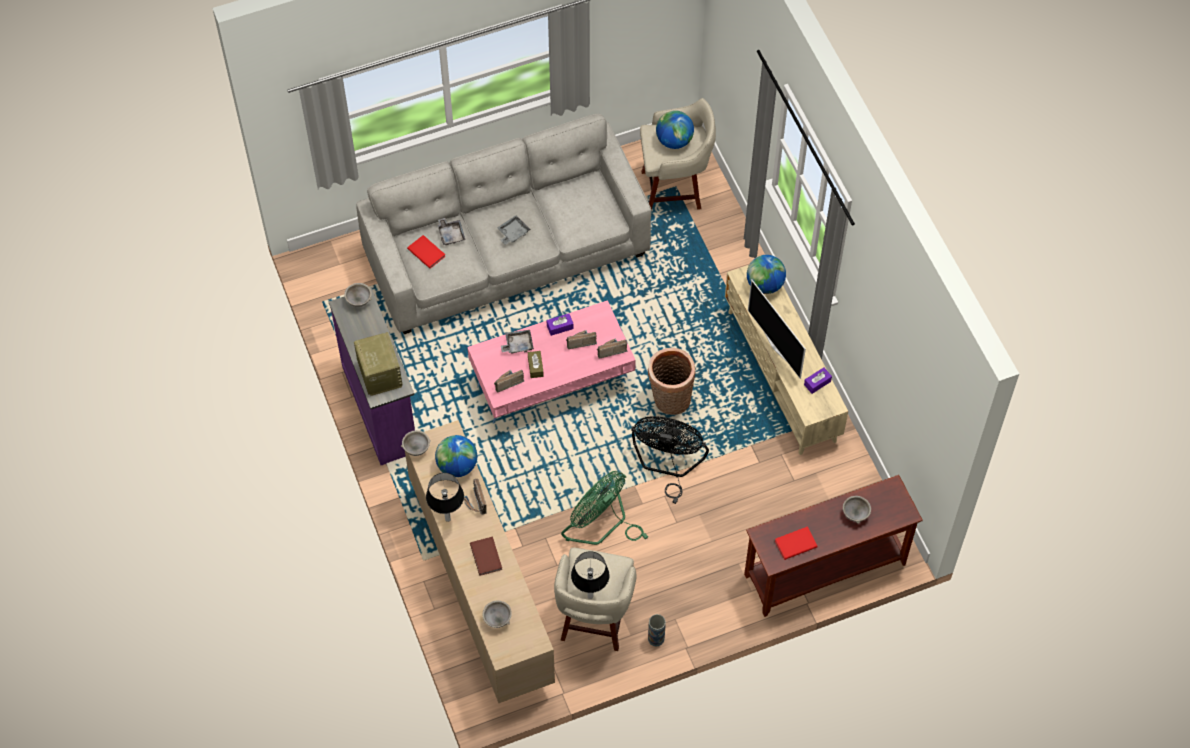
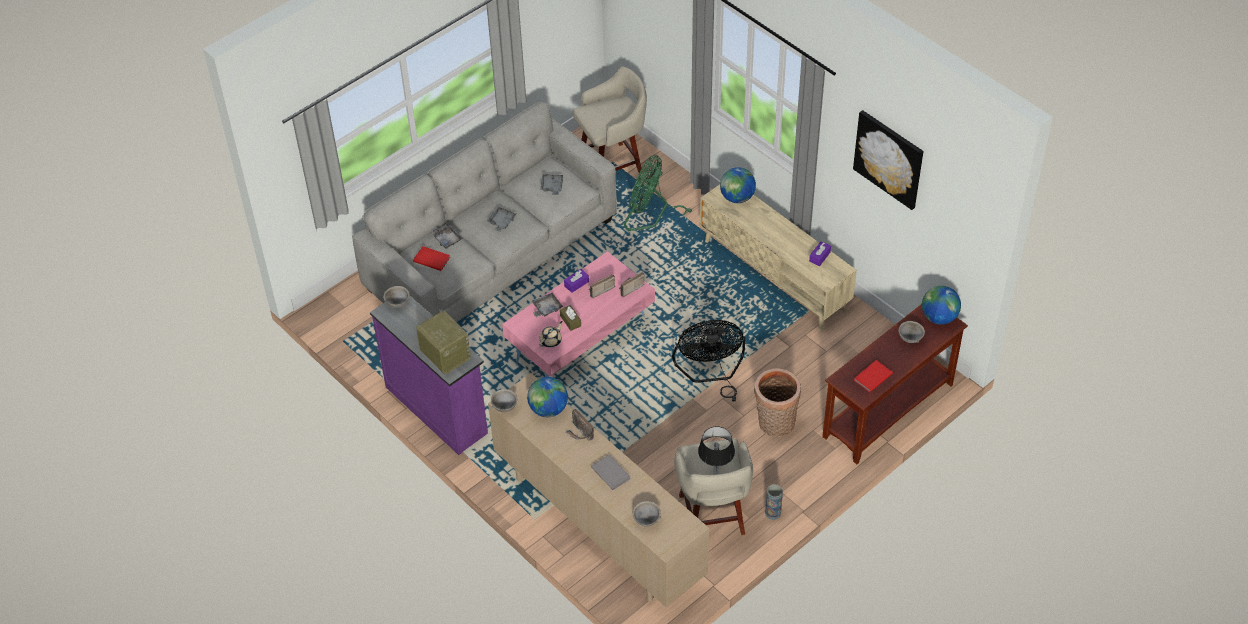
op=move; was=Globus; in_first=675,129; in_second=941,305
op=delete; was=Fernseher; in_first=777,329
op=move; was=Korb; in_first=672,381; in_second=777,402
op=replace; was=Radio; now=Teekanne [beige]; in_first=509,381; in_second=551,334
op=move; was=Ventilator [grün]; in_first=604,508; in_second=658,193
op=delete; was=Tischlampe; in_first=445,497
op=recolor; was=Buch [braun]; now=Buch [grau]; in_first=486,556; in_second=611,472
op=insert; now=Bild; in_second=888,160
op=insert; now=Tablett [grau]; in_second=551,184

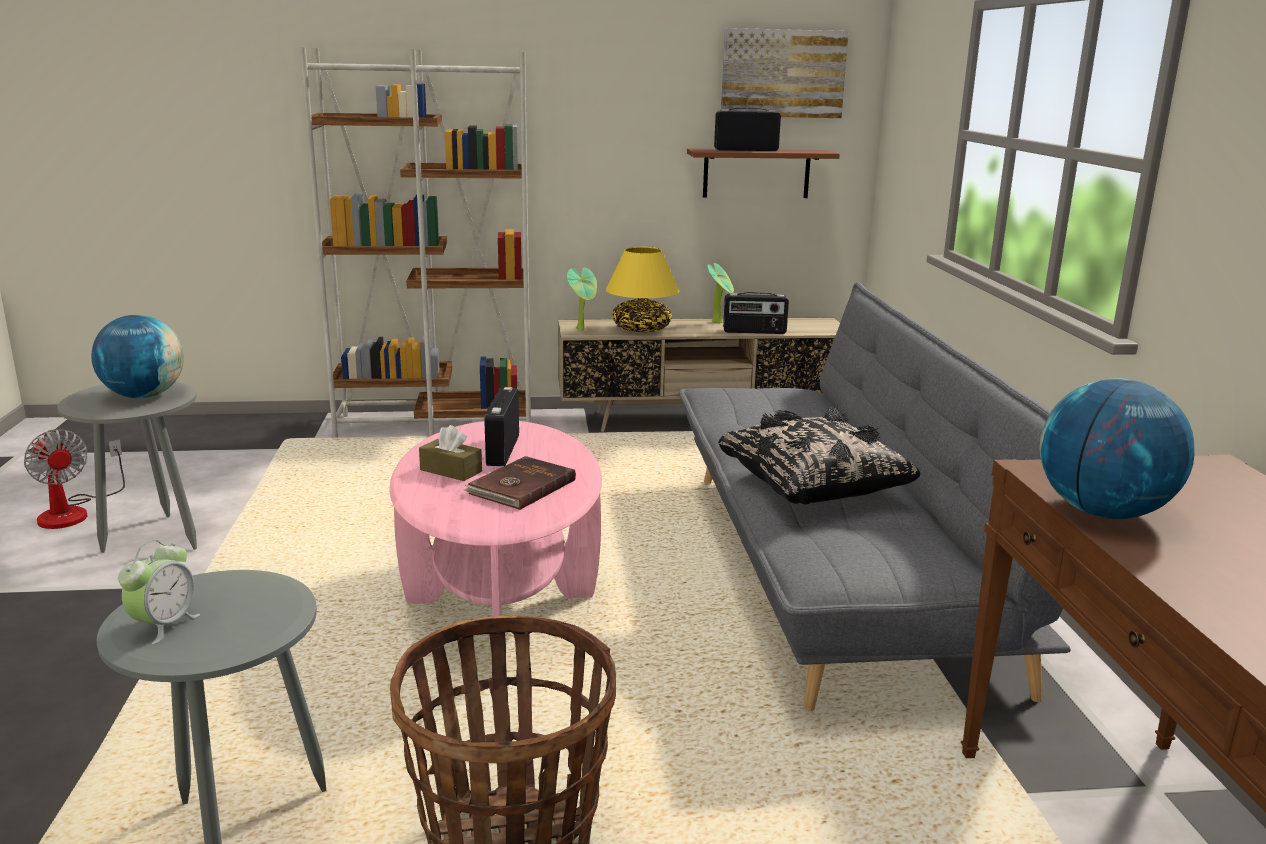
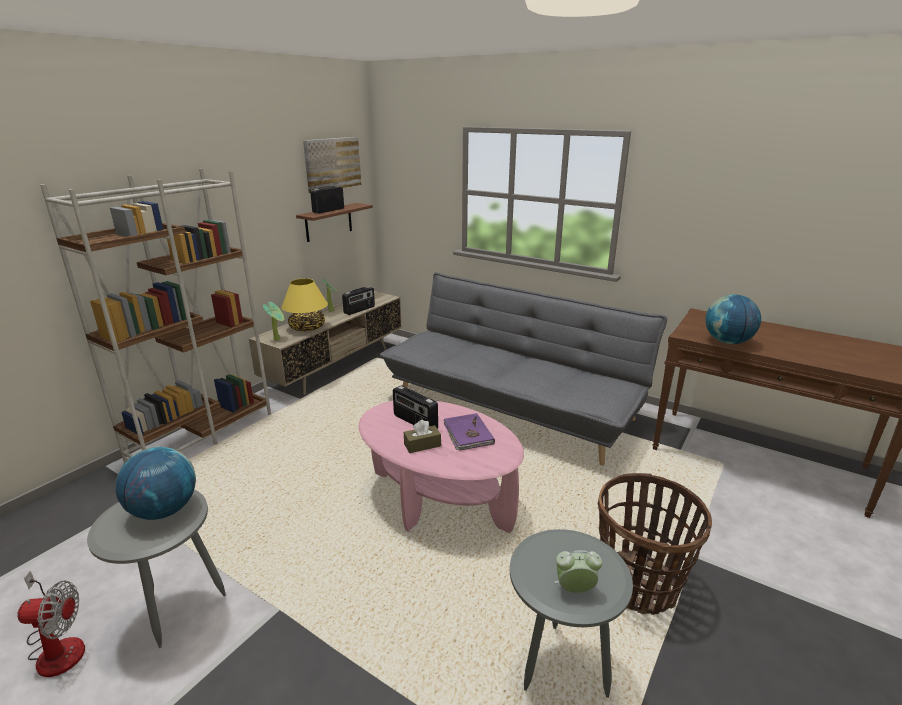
op=delete; was=Kissen [schwarz]; in_first=819,455
op=recolor; was=Buch [braun]; now=Buch [lila]; in_first=519,483; in_second=469,432
op=rotate; was=Wecker; in_first=159,592; in_second=578,571; clockwise=-60

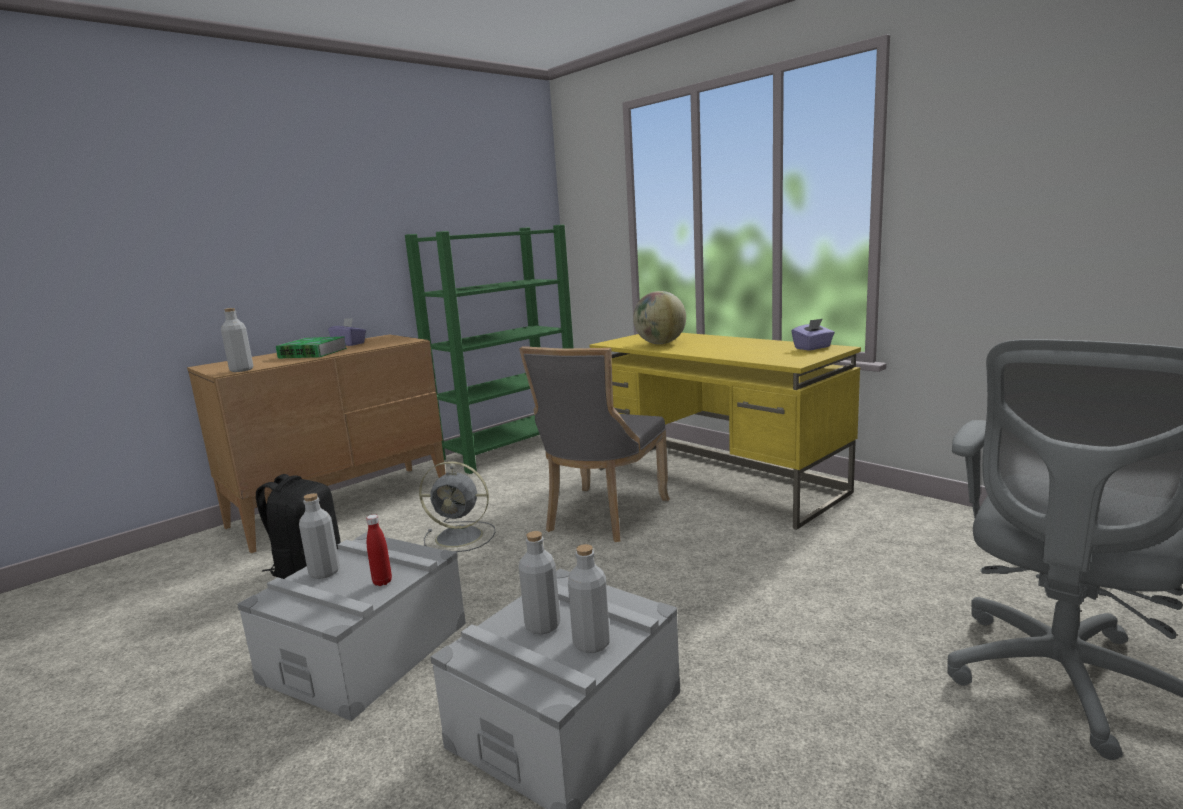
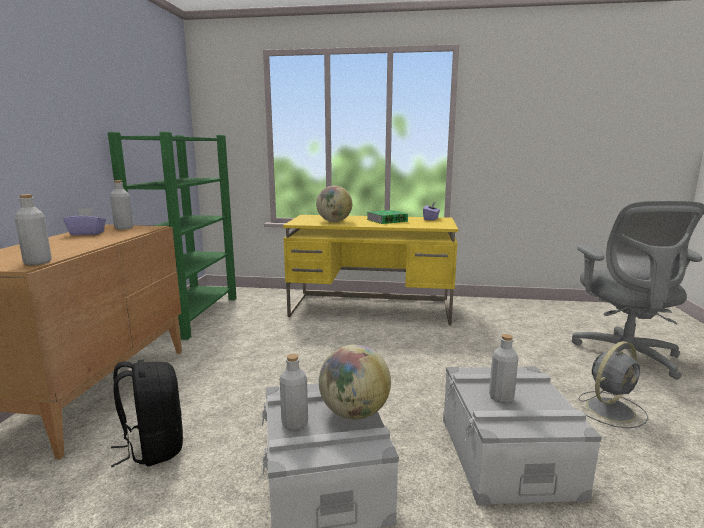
op=move; was=Buch; in_first=311,347; in_second=387,217
op=delete; was=Stuhl [grau]; in_first=594,444
op=move; was=Ventilator [grau]; in_first=457,506; in_second=614,384
op=replace; was=Flasche [rot]; now=Globus; in_first=379,550; in_second=355,382
op=move; was=Flasche [grau]; in_first=589,598; in_second=121,205

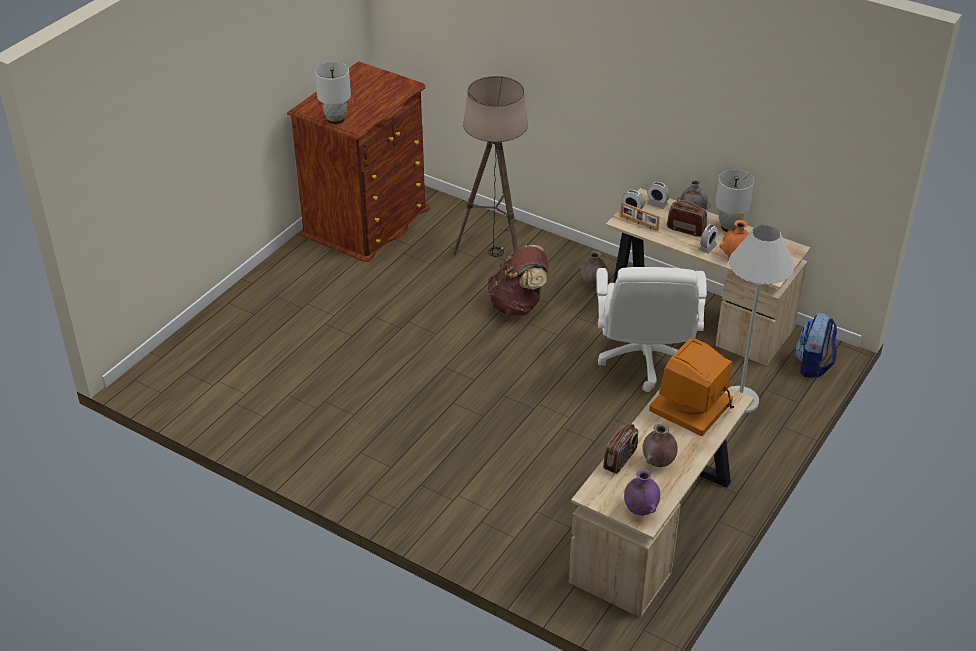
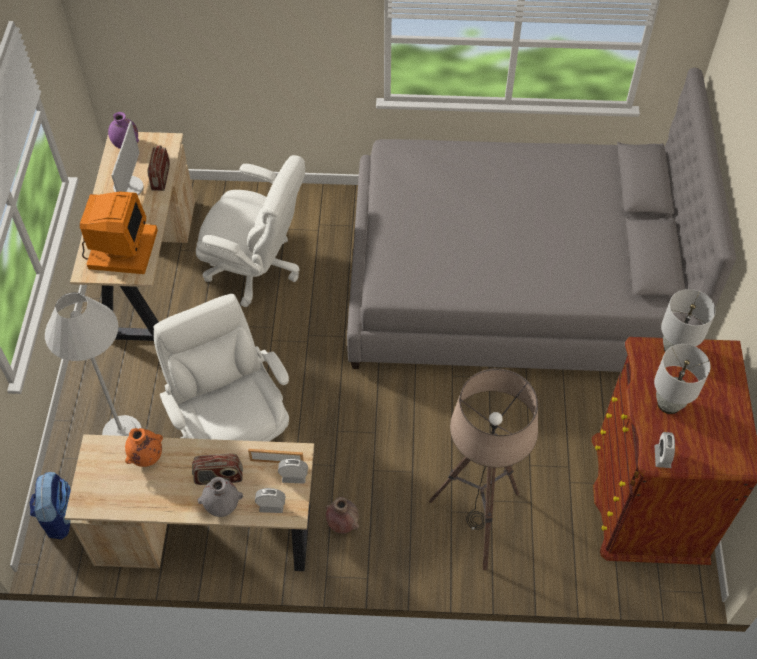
op=move; was=Tischlampe [weiß]; in_first=735,201; in_second=682,379
op=move; was=Wecker; in_first=708,239; in_second=665,450
op=delete; was=Rucksack [braun]; in_first=518,280
op=replace; was=Vase [braun]; now=Monitor; in_first=660,445; in_second=127,158
op=insert; now=Bett [grau]; in_second=541,219
op=insert; now=Bürostuhl [weiß]; in_second=250,231

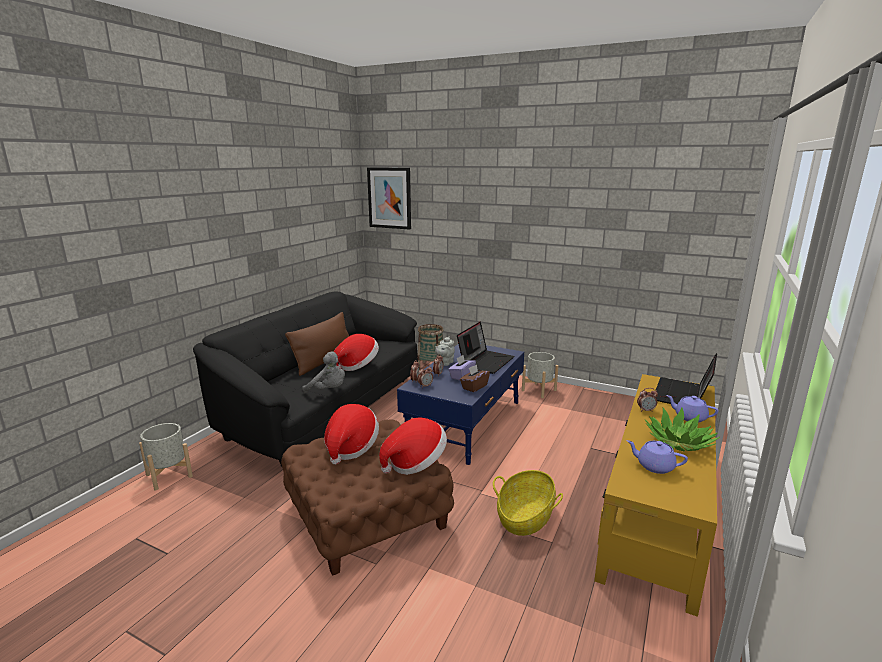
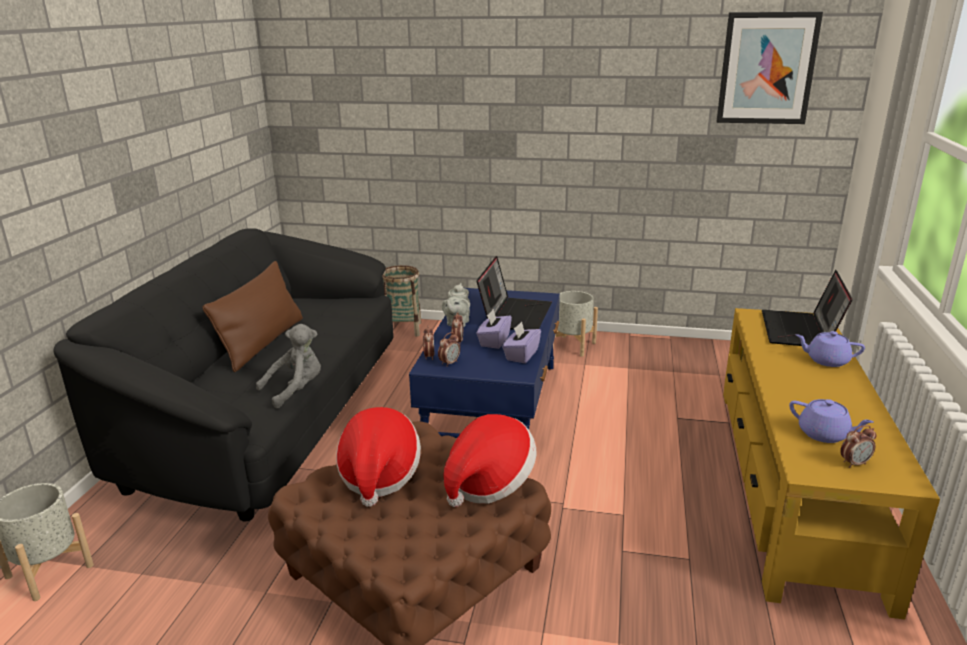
op=move; was=Bild; in_first=389,198; in_second=770,68
op=delete; was=Hut; in_first=356,352
op=rotate; was=Plüschtier [grau]; in_first=323,372; in_second=288,366; clockwise=-45
op=recolor; was=Taschentuchbox [braun]; now=Taschentuchbox [lila]; in_first=475,378; in_second=521,342
op=move; was=Wecker; in_first=647,400; in_second=858,446
op=delete; was=Topfpflanze; in_first=682,429
op=rotate; was=Teekanne [lila]; in_first=657,457; in_second=831,421; clockwise=-150
op=delete; was=Korb; in_first=528,503

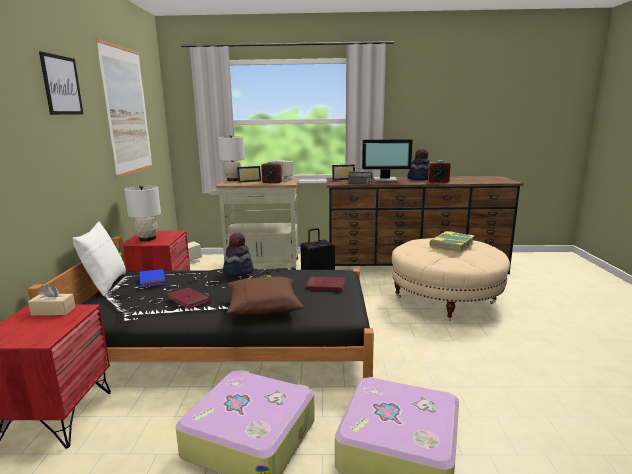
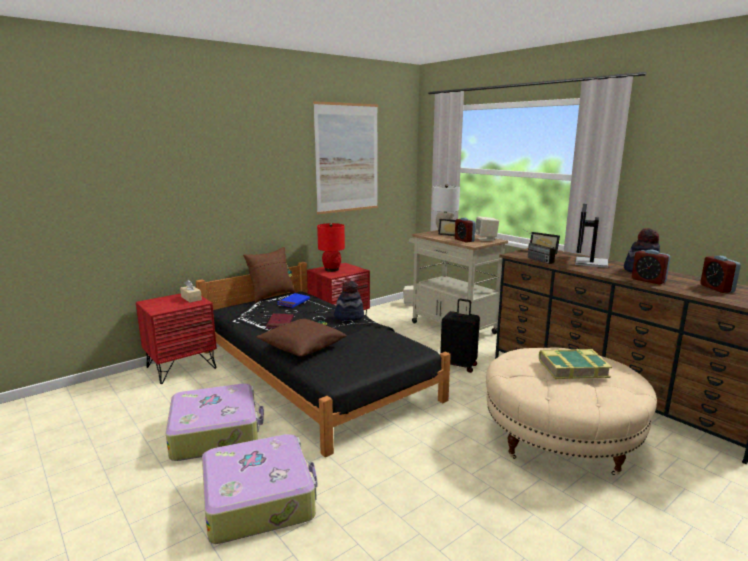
op=delete; was=Bild; in_first=61,83
op=rotate; was=Monitor; in_first=387,160; in_second=591,236; clockwise=60
op=recolor; was=Tischlampe [weiß]; now=Tischlampe [rot]; in_first=142,213; in_second=331,247
op=recolor; was=Kissen [weiß]; now=Kissen [braun]; in_first=99,259; in_second=269,275
op=delete; was=Buch [rot]; in_first=325,284
op=insert; now=Wecker; in_second=720,274

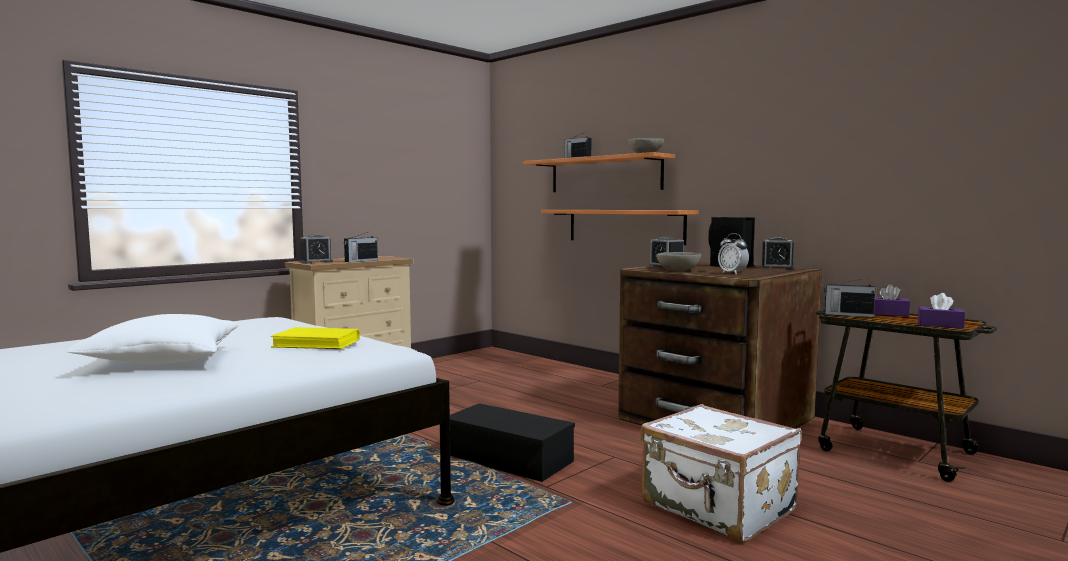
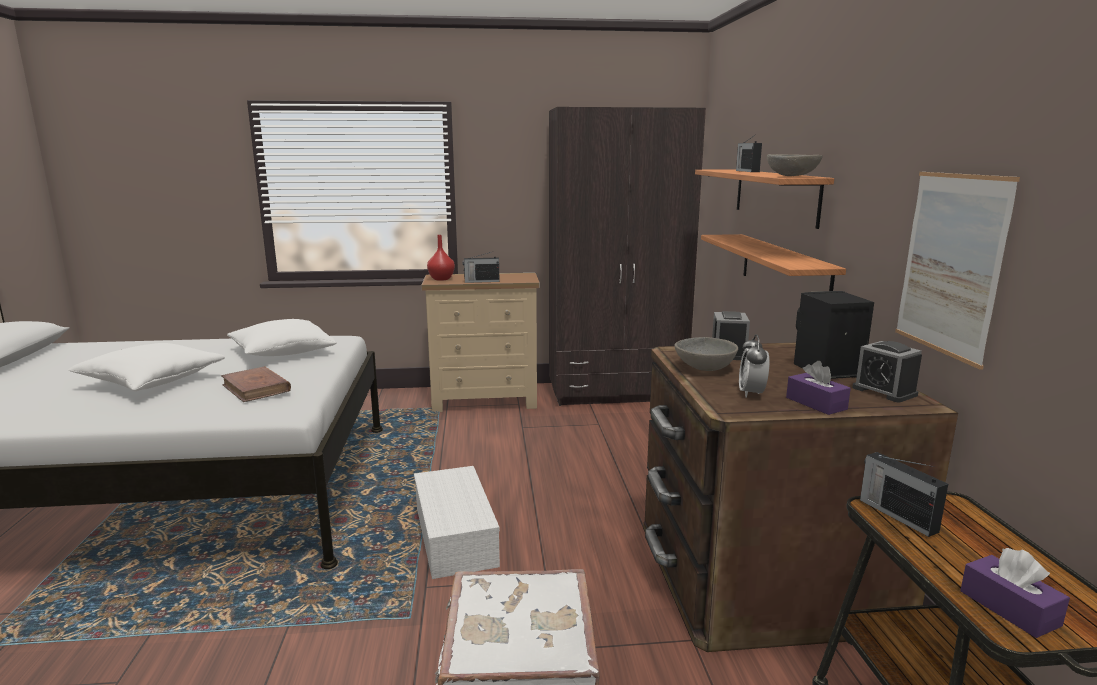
op=replace; was=Wecker; now=Vase [rot]; in_first=316,249; in_second=441,258
op=move; was=Taschentuchbox [lila]; in_first=892,300; in_second=818,388
op=recolor; was=Buch [gelb]; now=Buch [braun]; in_first=315,338; in_second=256,384
op=recolor; was=Aufbewahrungsbox [schwarz]; now=Aufbewahrungsbox [weiß]; in_first=512,442; in_second=457,522
op=insert; now=Kleiderschrank [braun]; in_second=627,256
op=insert; now=Bild; in_second=957,271
op=insert; now=Kissen [weiß]; in_second=282,337

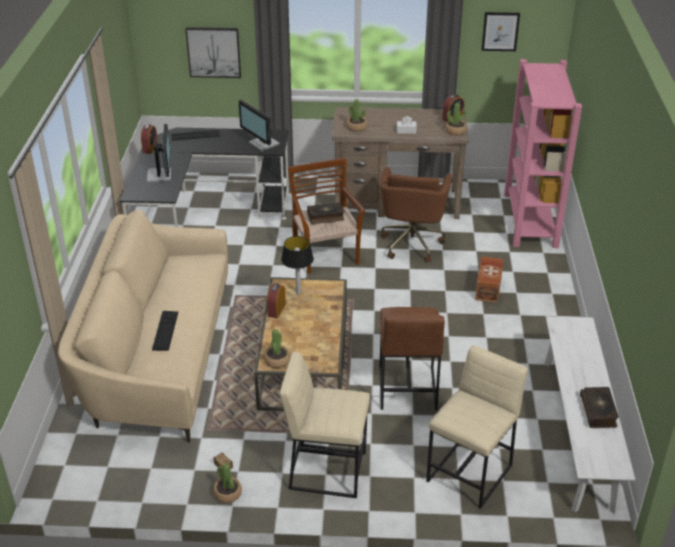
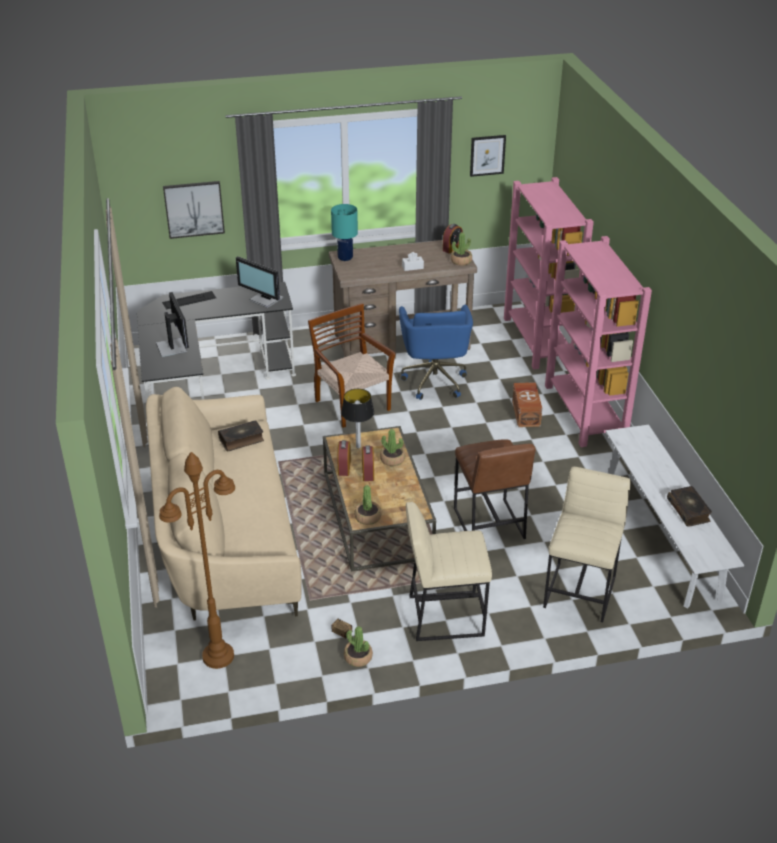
op=move; was=Topfpflanze; in_first=357,115; in_second=392,447
op=move; was=Wecker; in_first=149,139; in_second=368,463
op=recolor; was=Bürostuhl [braun]; now=Bürostuhl [blau]; in_first=416,215; in_second=436,352
op=move; was=Buch; in_first=325,213; in_second=241,435
op=delete; was=Tastatur; in_first=165,331
op=insert; now=Tischlampe [türkis]; in_second=344,232
op=insert; now=Bücherregal [rosa]; in_second=598,341
op=insert; now=Stehlampe [braun]; in_second=197,560

